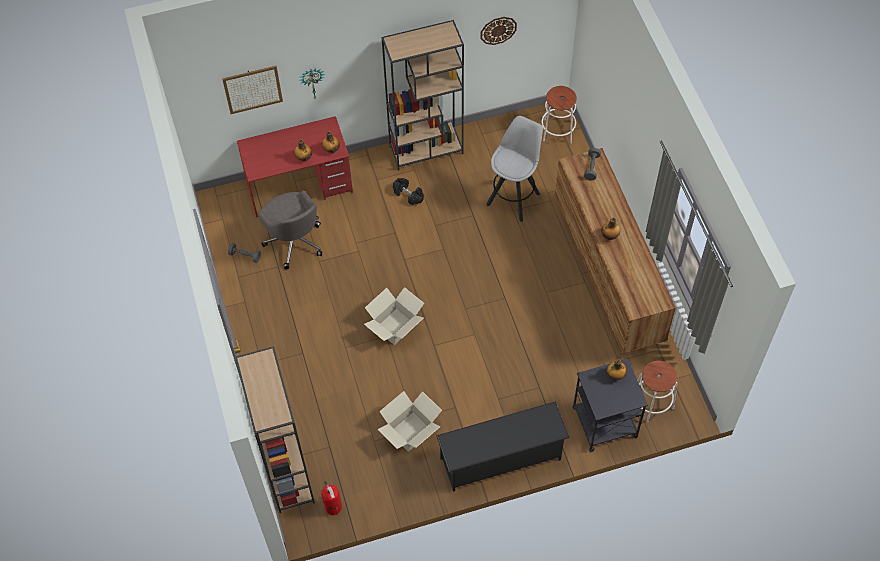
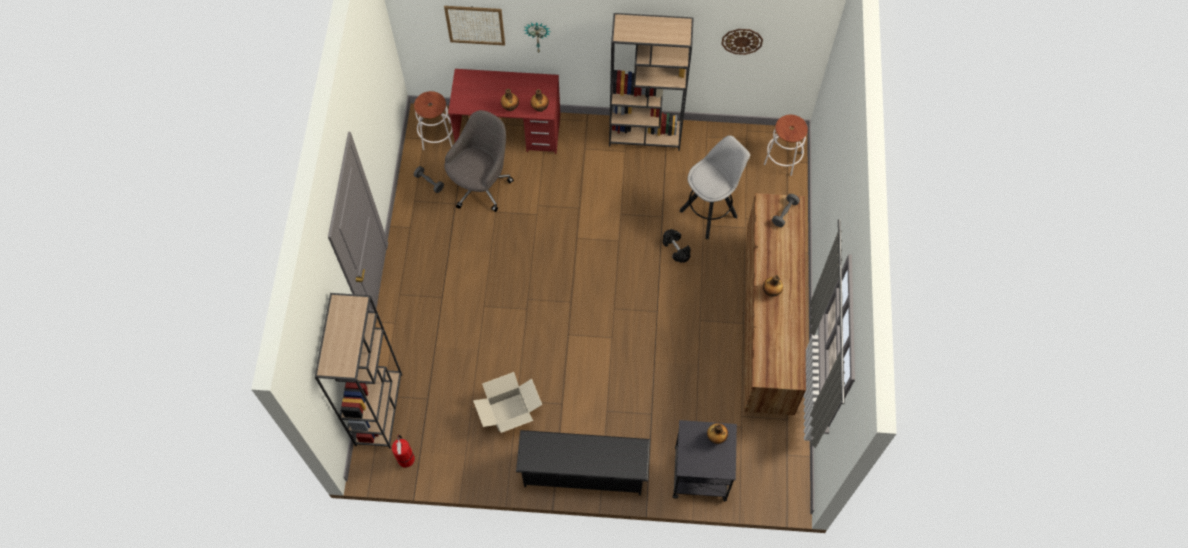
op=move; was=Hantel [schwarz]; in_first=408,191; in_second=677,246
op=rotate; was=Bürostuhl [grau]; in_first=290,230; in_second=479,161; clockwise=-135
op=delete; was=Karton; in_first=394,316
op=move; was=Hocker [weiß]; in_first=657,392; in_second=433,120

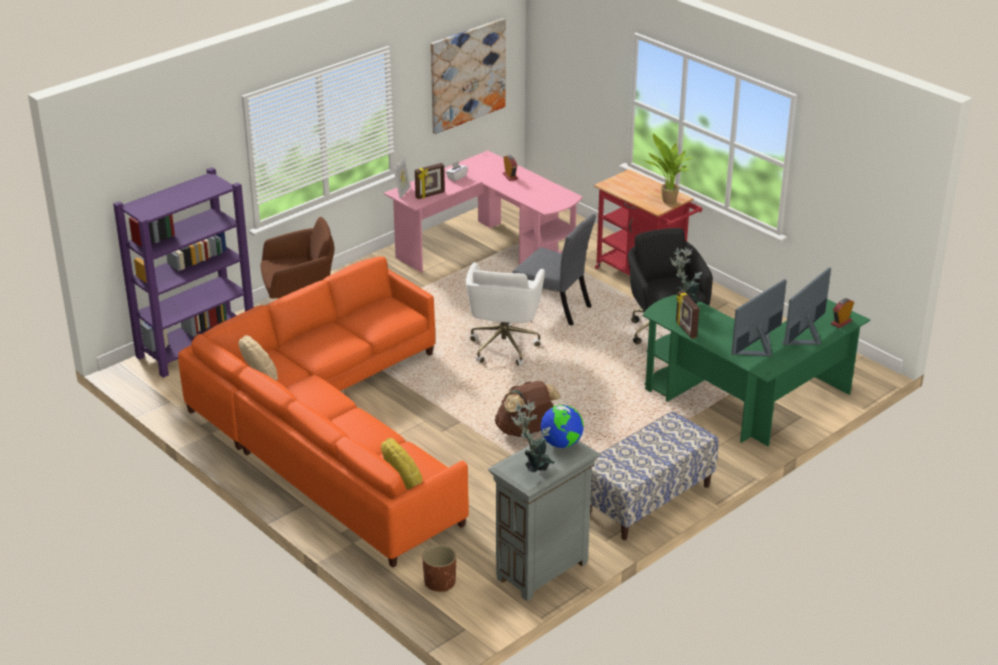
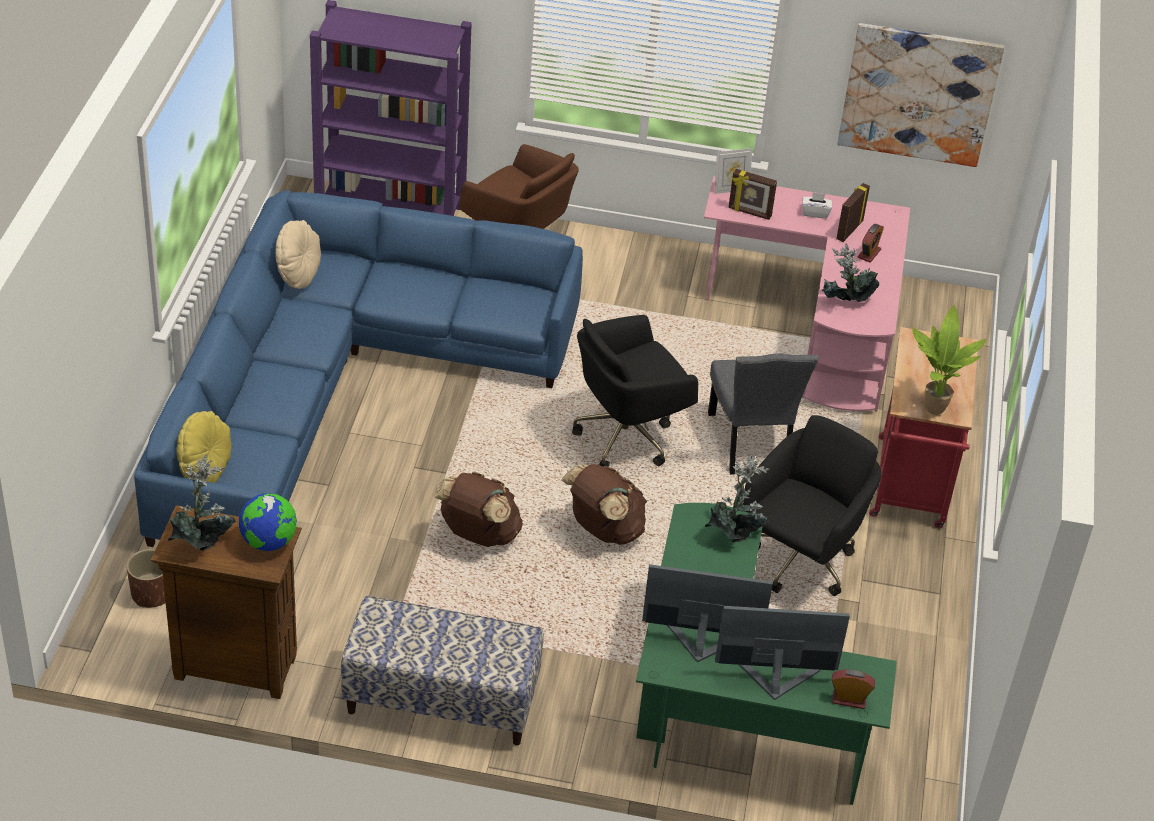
op=recolor; was=Sofa [orange]; now=Sofa [blau]; in_first=323,412; in_second=358,368
op=recolor; was=Bürostuhl [weiß]; now=Bürostuhl [schwarz]; in_first=505,314; in_second=635,391
op=move; was=Bilderrahmen; in_first=687,314; in_second=853,212
op=recolor; was=Schrank [grau]; now=Schrank [braun]; in_first=544,519; in_second=226,602
op=insert; now=Topfpflanze; in_second=850,272
op=insert; now=Rucksack [braun]; in_second=604,504

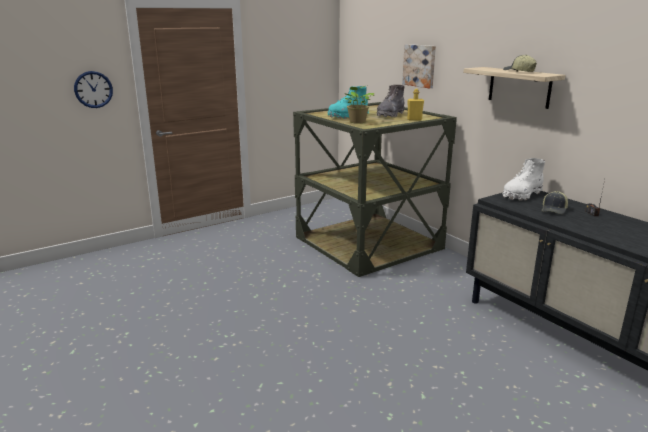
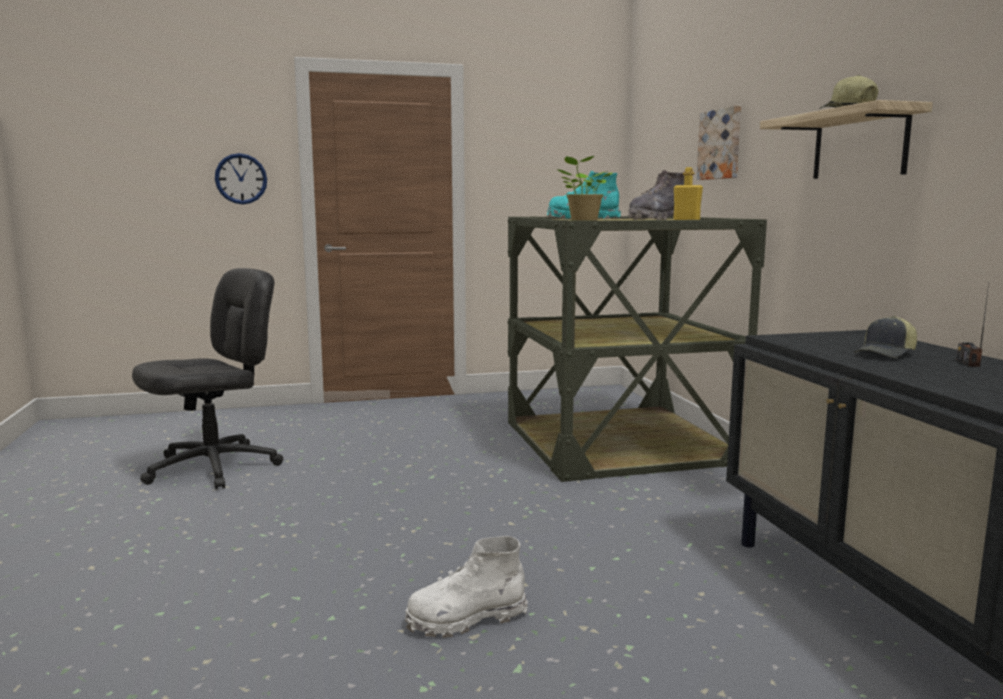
op=move; was=Stiefel [weiß]; in_first=524,179; in_second=466,587
op=insert; now=Bürostuhl [schwarz]; in_second=208,378

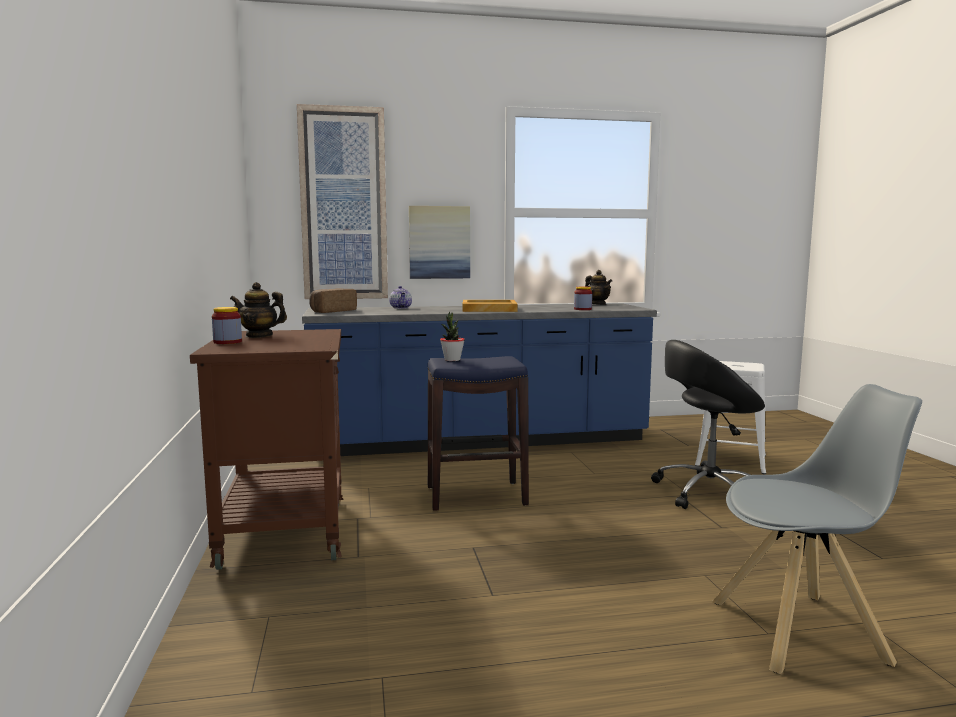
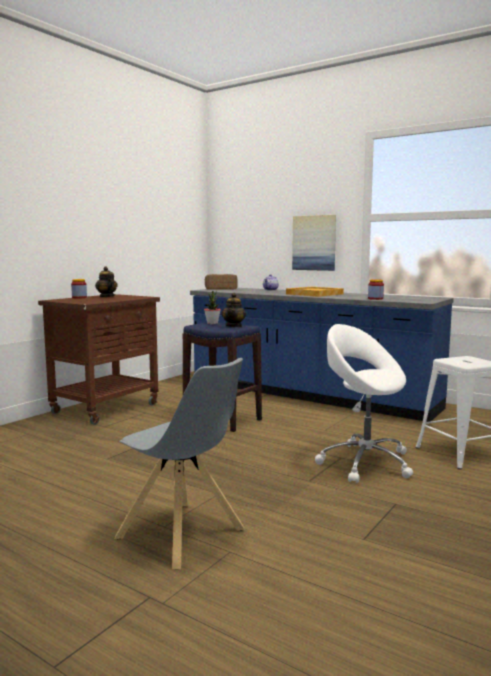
op=delete; was=Bild; in_first=342,201
op=move; was=Teekanne; in_first=598,287; in_second=233,310
op=recolor; was=Bürostuhl [schwarz]; now=Bürostuhl [weiß]; in_first=708,424; in_second=364,403

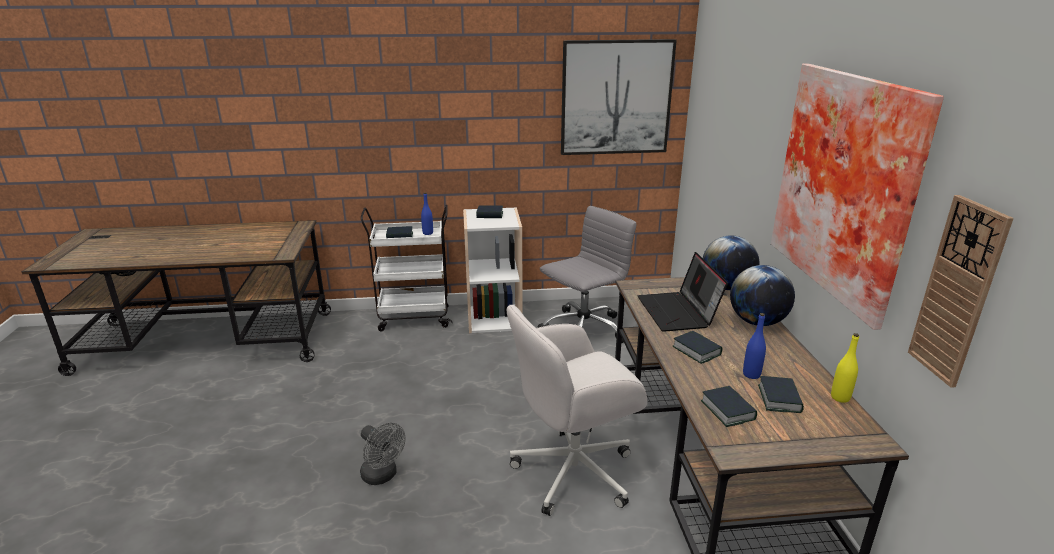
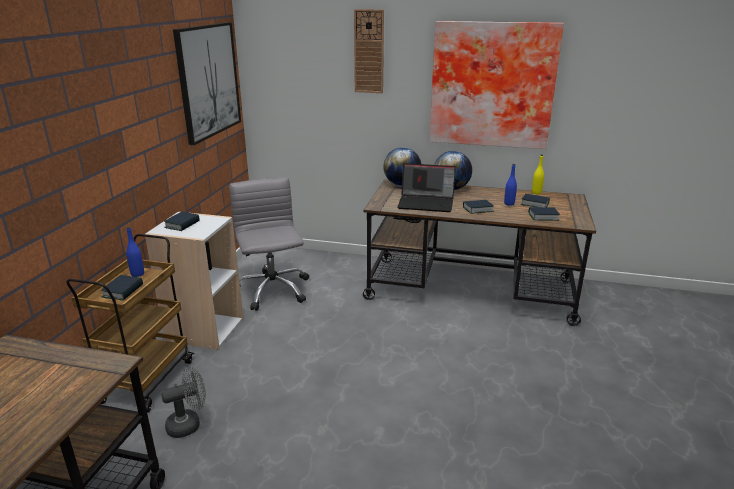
op=move; was=Wanduhr; in_first=961,291; in_second=369,51
op=recolor; was=Rollwagen [weiß]; now=Rollwagen [braun]; in_first=406,268; in_second=130,323
op=delete; was=Bürostuhl [weiß]; in_first=577,410
op=move; was=Ventilator [grau]; in_first=382,453; in_second=183,402

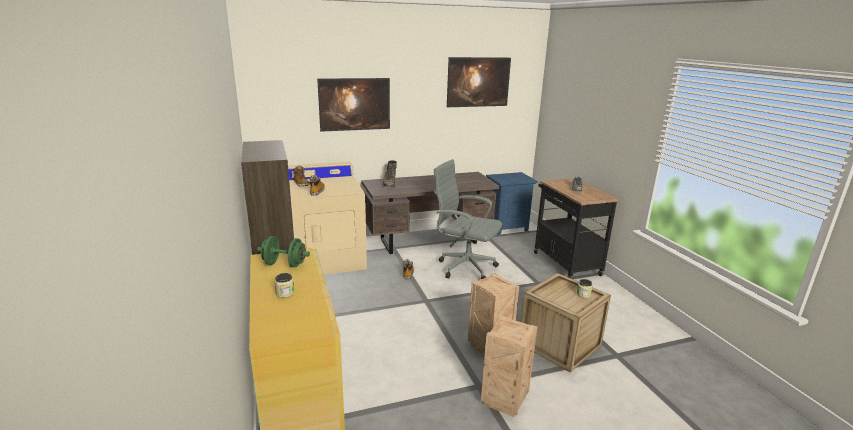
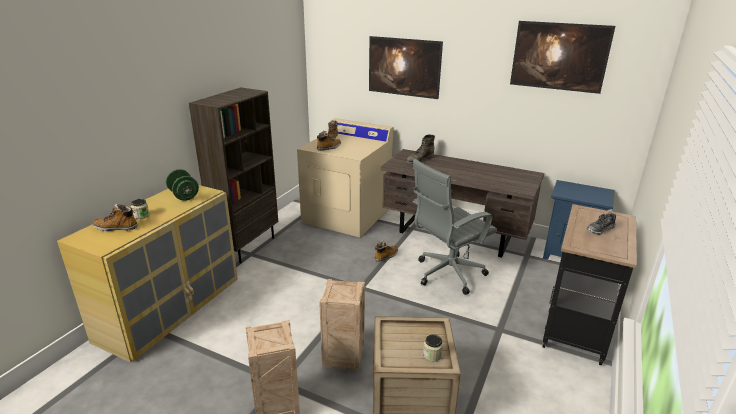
op=rotate; was=Bürostuhl [grau]; in_first=468,219; in_second=455,227; clockwise=-105
op=insert; now=Stiefel; in_second=115,217

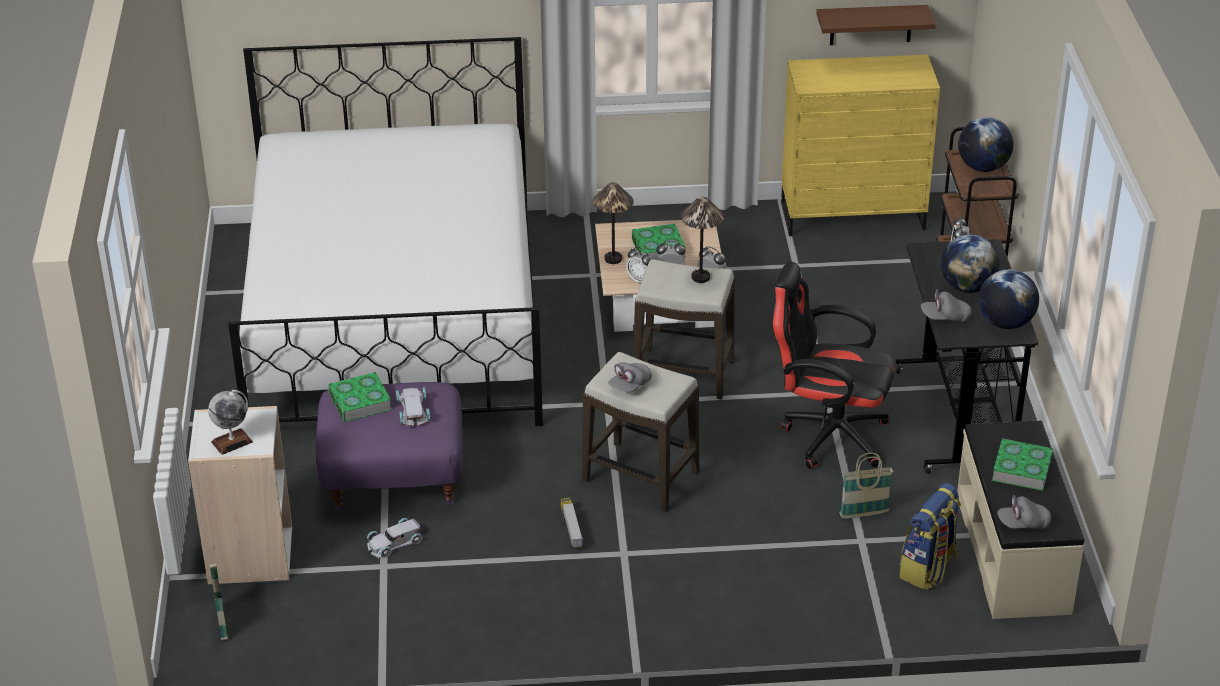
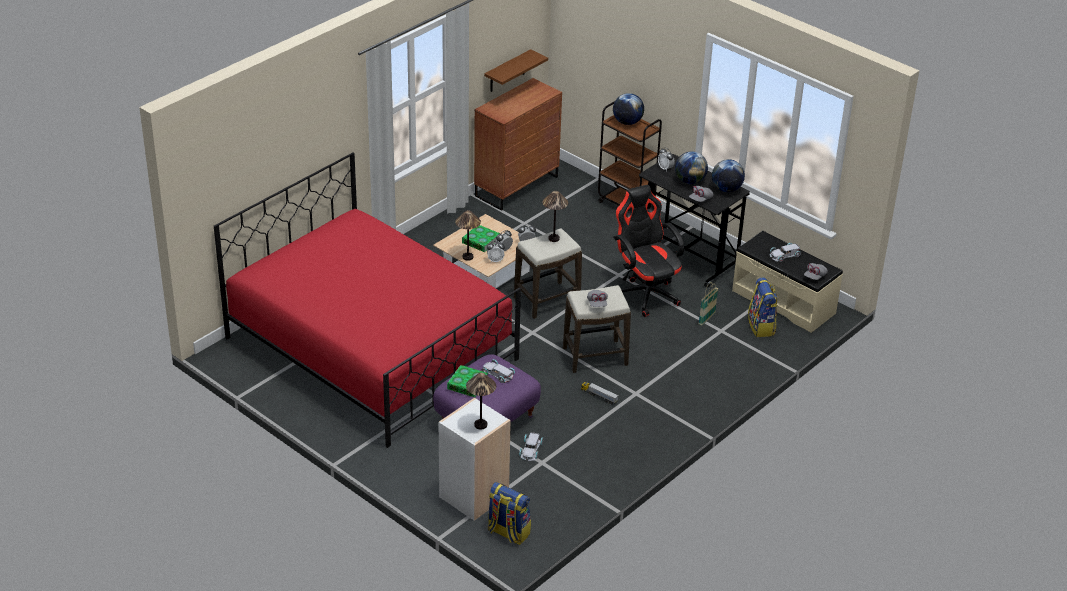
op=recolor; was=Bett [weiß]; now=Bett [rot]; in_first=385,231; in_second=367,300
op=recolor; was=Kommode [gelb]; now=Kommode [braun]; in_first=860,145; in_second=518,144
op=rotate; was=Bürostuhl [schwarz]; in_first=833,365; in_second=649,251; clockwise=90
op=replace; was=Globus; now=Tischlampe; in_first=230,422; in_second=481,401
op=replace; was=Buch; now=Spielzeugauto [weiß]; in_first=1022,464; in_second=785,252
op=replace; was=Korb; now=Rucksack; in_first=219,602; in_second=509,513

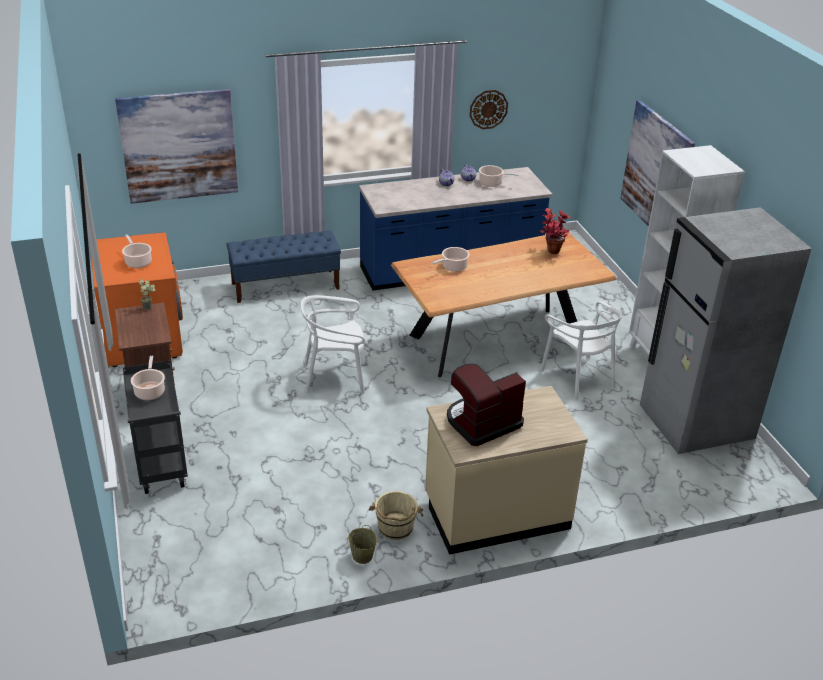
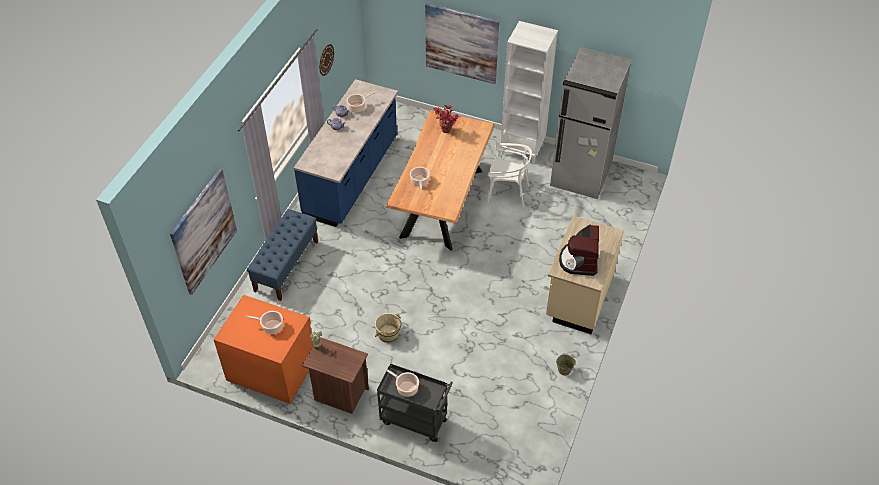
op=delete; was=Stuhl [weiß]; in_first=333,344
op=move; was=Eimer [beige]; in_first=396,515; in_second=388,328

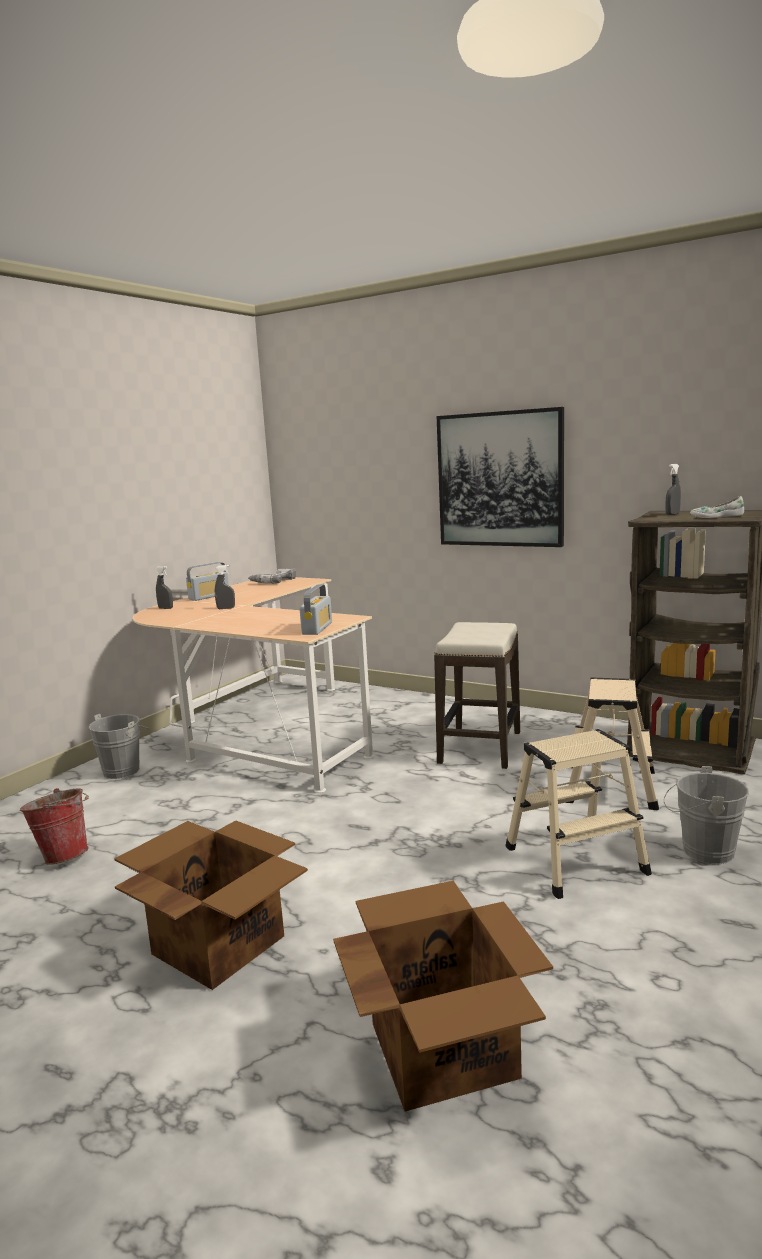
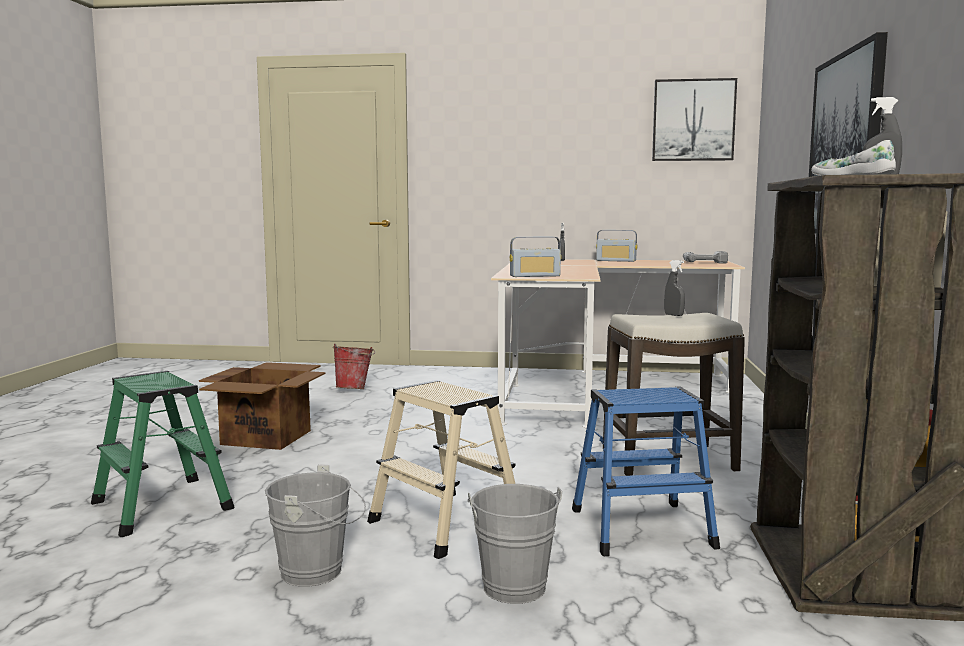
op=move; was=Sprühflasche [grau]; in_first=225,587; in_second=674,288
op=recolor; was=Trittleiter [beige]; now=Trittleiter [blau]; in_first=612,743; in_second=646,471
op=move; was=Eimer [grau]; in_first=119,746; in_second=315,525
op=replace; was=Karton; now=Trittleiter [grün]; in_first=443,996; in_second=163,454
op=insert; now=Bild; in_second=694,119

